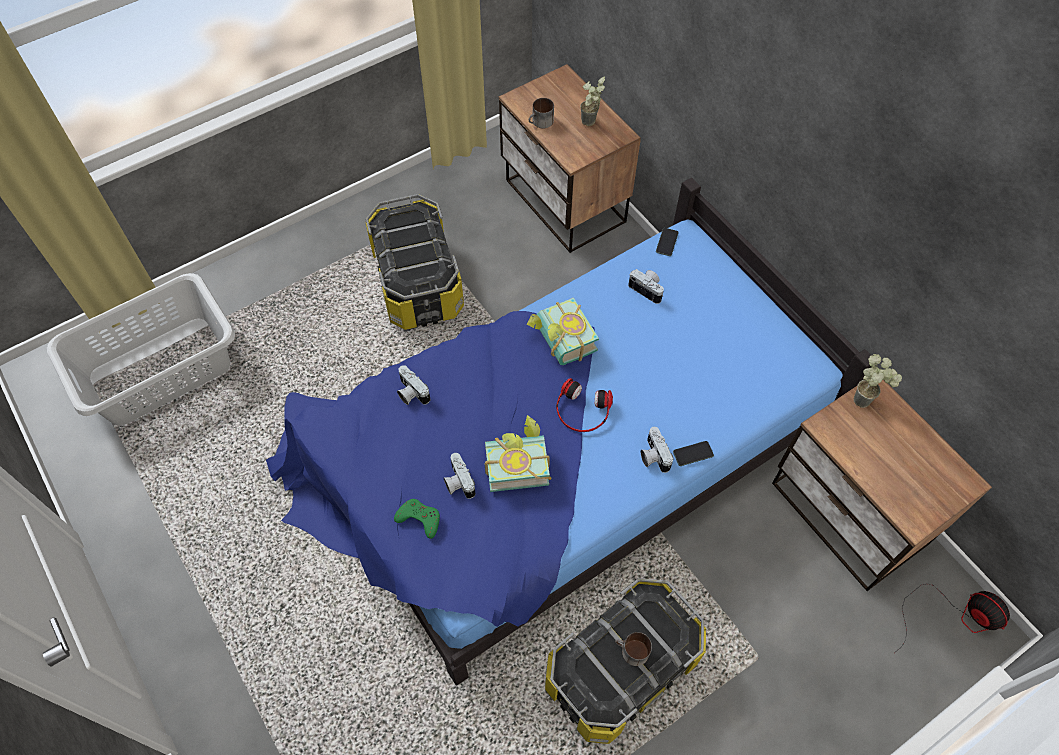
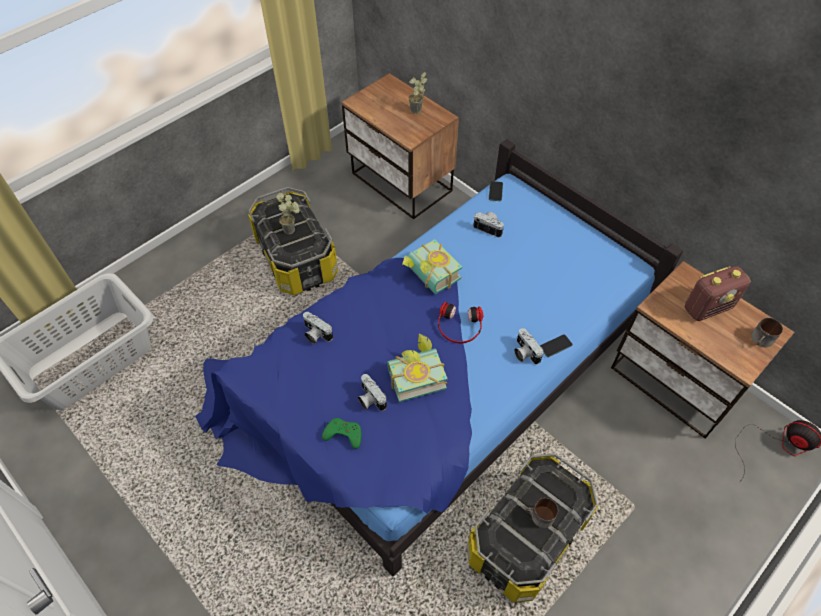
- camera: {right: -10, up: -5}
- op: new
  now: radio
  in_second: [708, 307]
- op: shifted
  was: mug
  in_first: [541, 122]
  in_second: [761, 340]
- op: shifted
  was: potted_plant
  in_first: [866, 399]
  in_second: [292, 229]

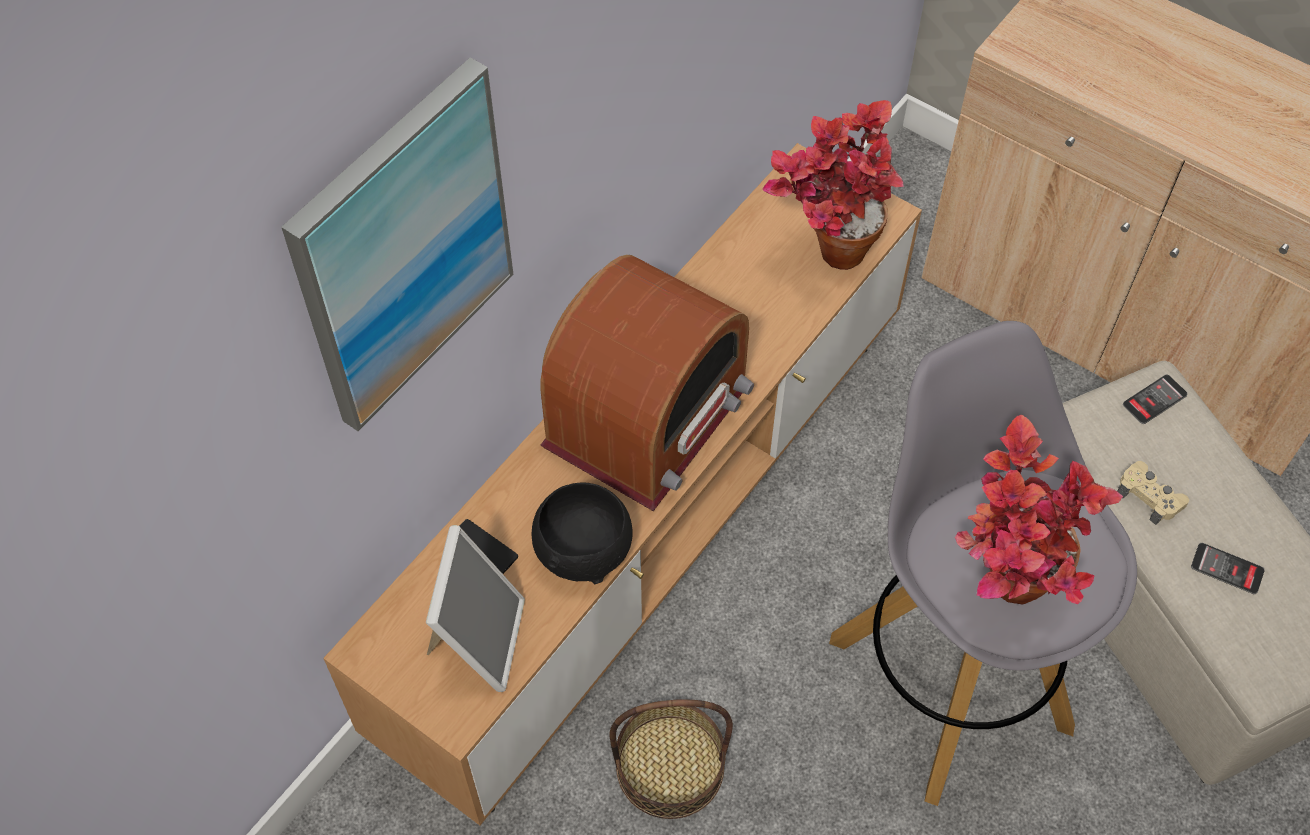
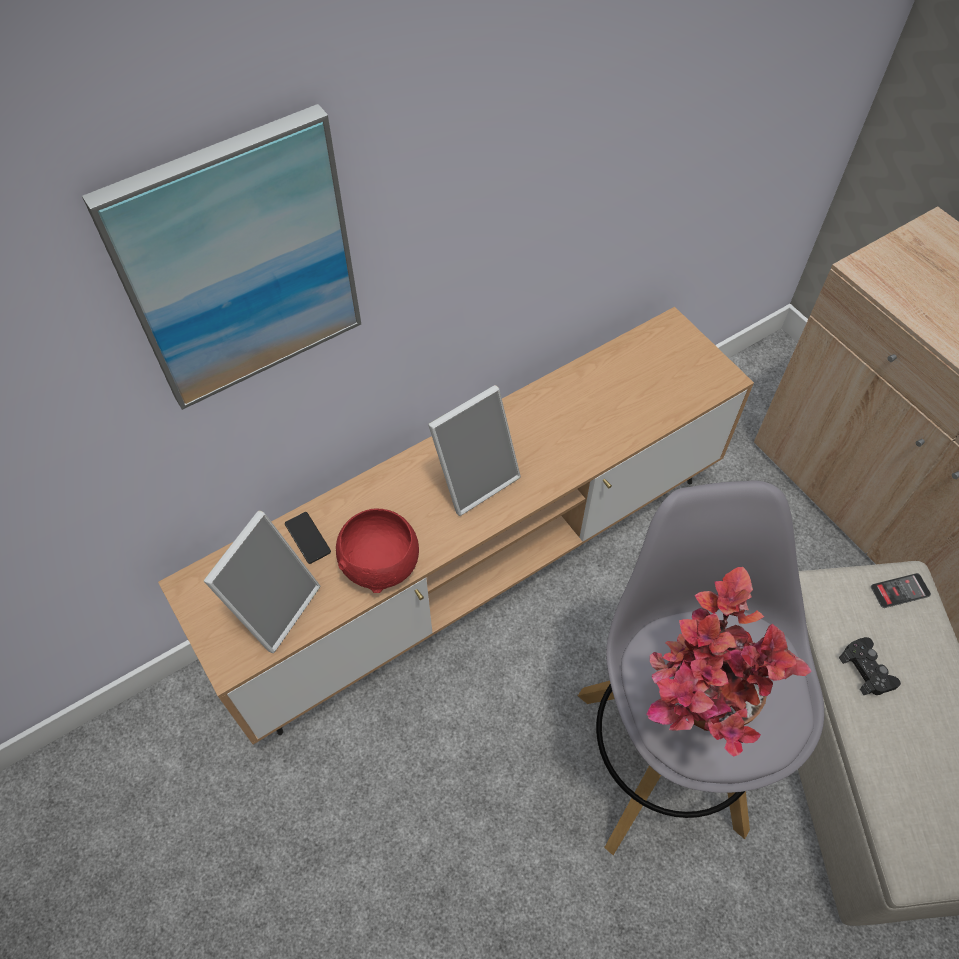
- camera: {right: 20, up: 0}
- op: gone
  was: basket
  in_first: [670, 766]
- op: gone
  was: potted_plant
  in_first: [824, 253]
- op: gone
  was: phone
  in_first: [1227, 569]
- op: swapped
  was: radio
  now: picture_frame
  in_first: [648, 417]
  in_second: [474, 477]
- op: repainted
  was: black_bowl
  now: red_bowl
  in_first: [585, 551]
  in_second: [382, 564]
- op: repainted
  was: beige_game_controller
  now: black_game_controller
  in_first: [1149, 497]
  in_second: [866, 670]

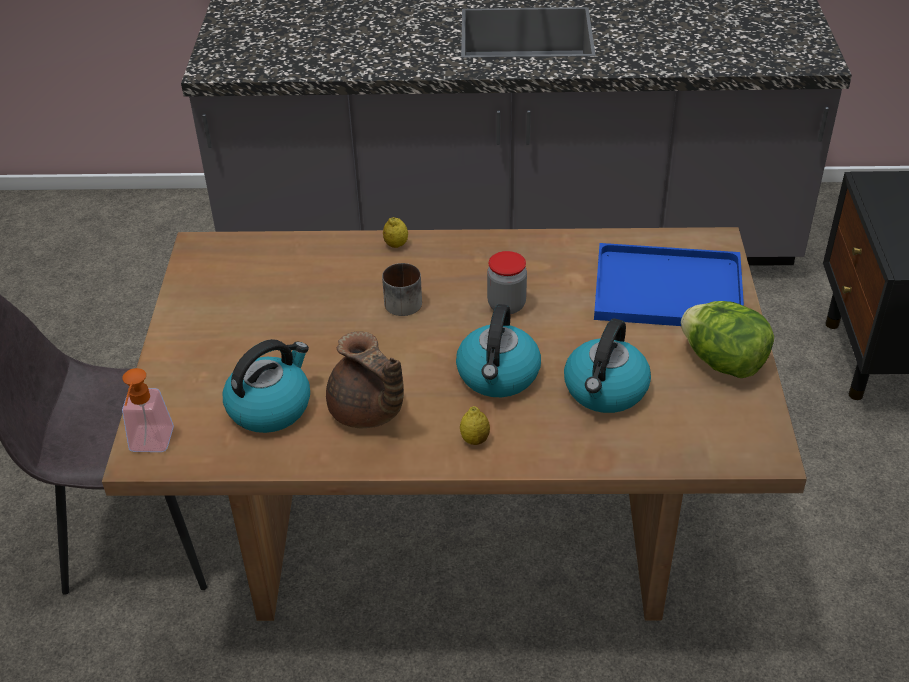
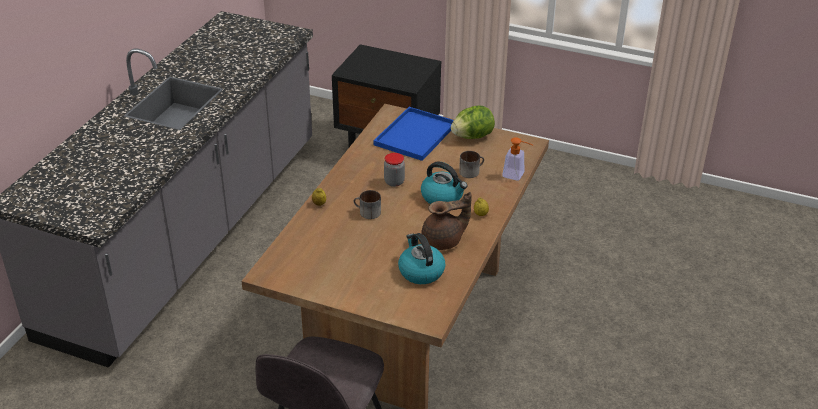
- camera: {right: -70, up: -5}
- op: shifted
  was: soap_dispenser
  in_first: [150, 446]
  in_second: [517, 175]
- op: swapped
  was: kettle
  now: mug
  in_first: [605, 390]
  in_second: [471, 171]

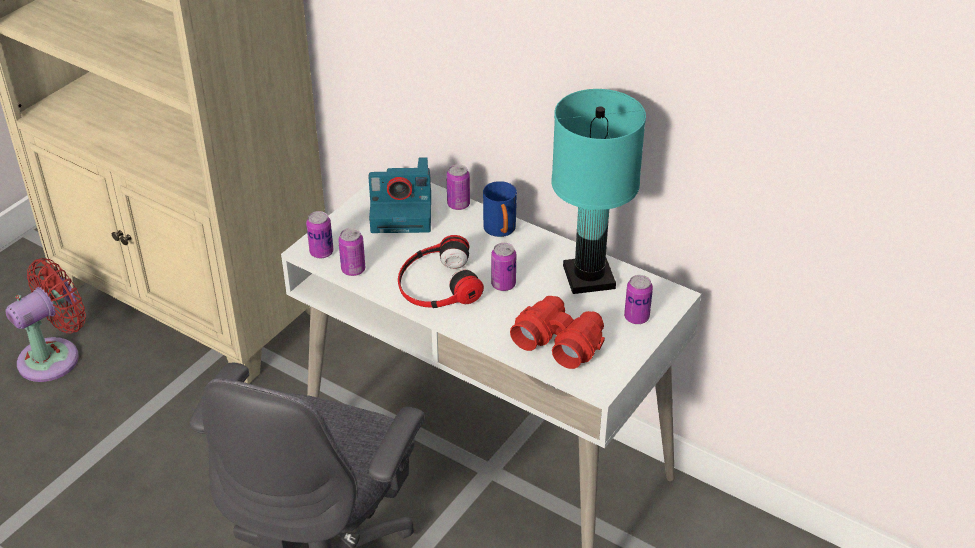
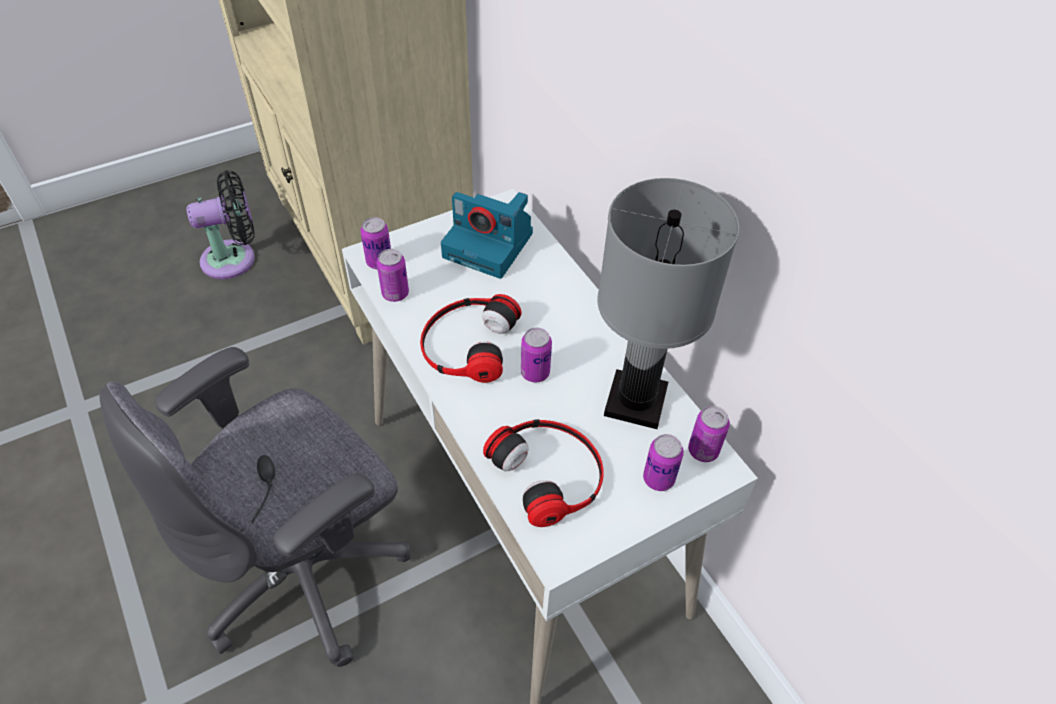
- camera: {right: 25, up: 10}
- op: gone
  was: blue_mug
  in_first: [501, 231]
- op: shifted
  was: can
  in_first: [458, 204]
  in_second: [703, 450]
- op: swapped
  was: red_binoculars
  now: headphones
  in_first: [559, 341]
  in_second: [549, 472]
- op: repainted
  was: red_fan
  now: black_fan
  in_first: [55, 357]
  in_second: [234, 259]
- op: repainted
  was: turquoise_table_lamp
  now: grey_table_lamp
  in_first: [589, 276]
  in_second: [636, 401]

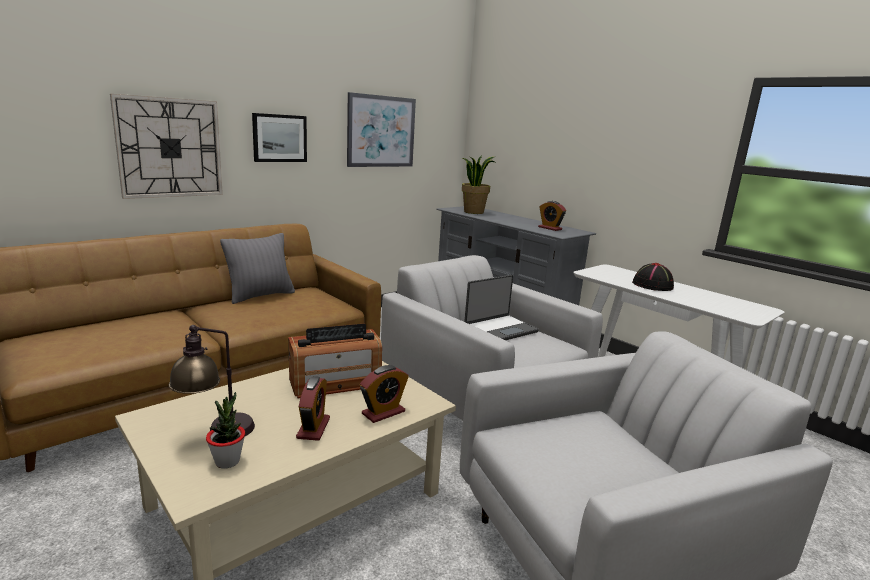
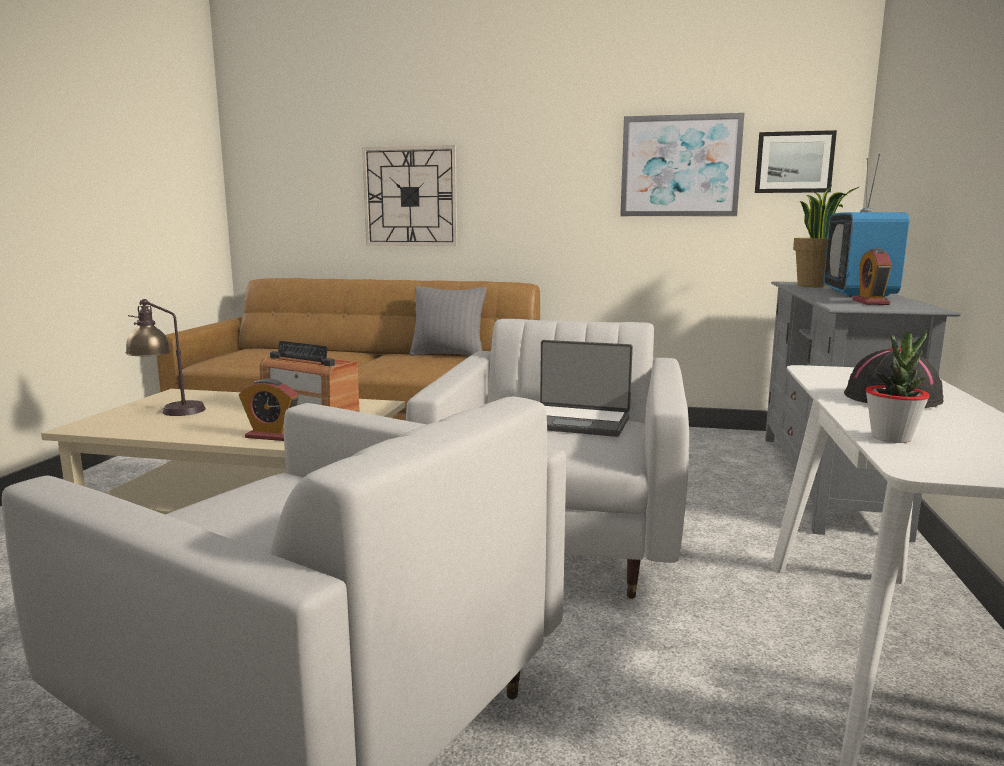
- camera: {right: 55, up: -5}
- op: gone
  was: alarm_clock
  in_first: [313, 428]
- op: new
  now: television
  in_second: [859, 294]
- op: shifted
  was: potted_plant
  in_first: [227, 461]
  in_second: [891, 438]
- op: shifted
  was: picture
  in_first: [279, 138]
  in_second: [794, 162]

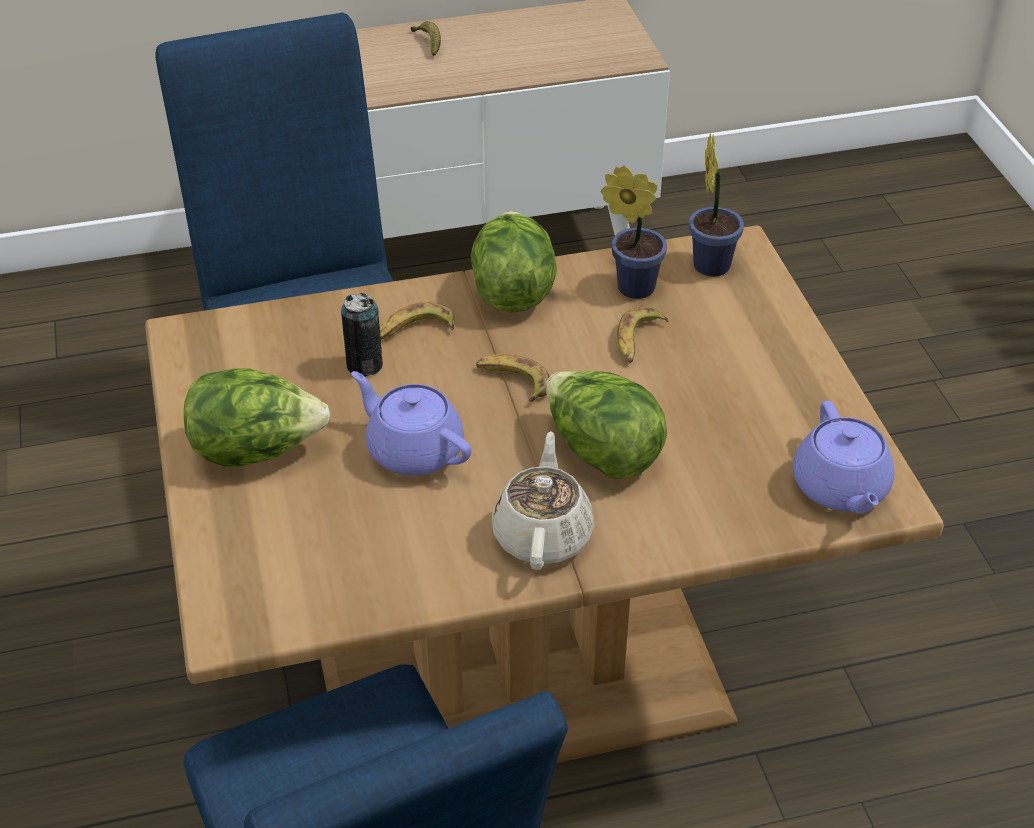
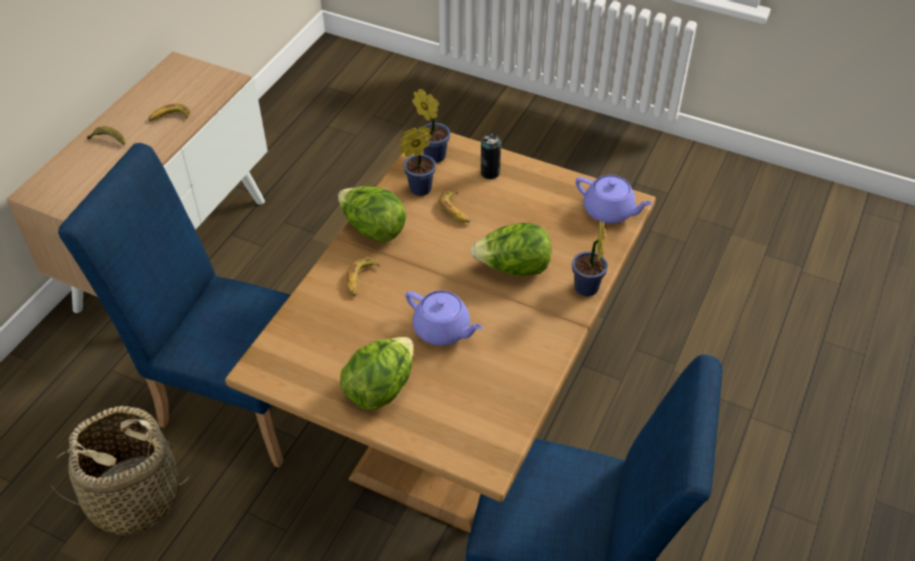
- camera: {right: -50, up: 5}
- op: gone
  was: beige_teapot
  in_first: [543, 534]
- op: new
  now: basket
  in_second: [133, 496]
- op: new
  now: potted_plant
  in_second: [586, 290]
- op: shifted
  was: can
  in_first: [364, 365]
  in_second: [490, 172]
- op: shifted
  was: banana
  in_first: [513, 381]
  in_second: [169, 117]
- op: rotated
  was: purple_teapot
  in_first: [413, 450]
  in_second: [443, 330]
  clockwise: -135

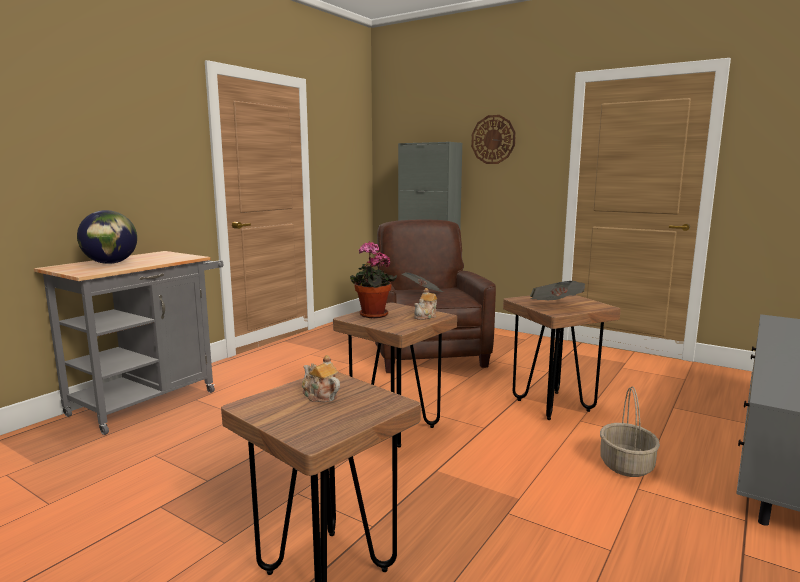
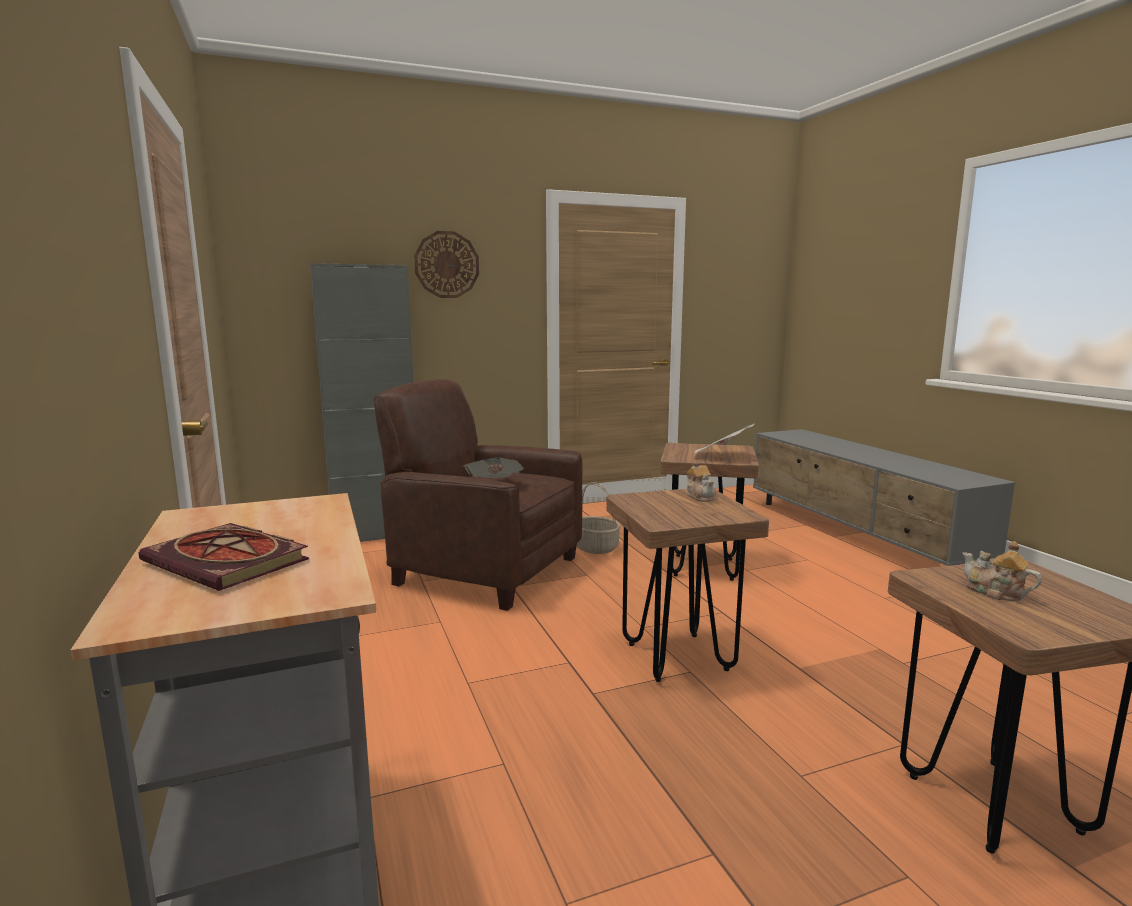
- camera: {right: -55, up: 0}
- op: gone
  was: potted_plant
  in_first: [372, 315]
- op: shifted
  was: basket
  in_first: [627, 465]
  in_second: [596, 548]
- op: swapped
  was: globe
  now: book
  in_first: [110, 263]
  in_second: [231, 561]
- op: rotated
  was: teapot
  in_first: [320, 396]
  in_second: [995, 592]
  clockwise: 60

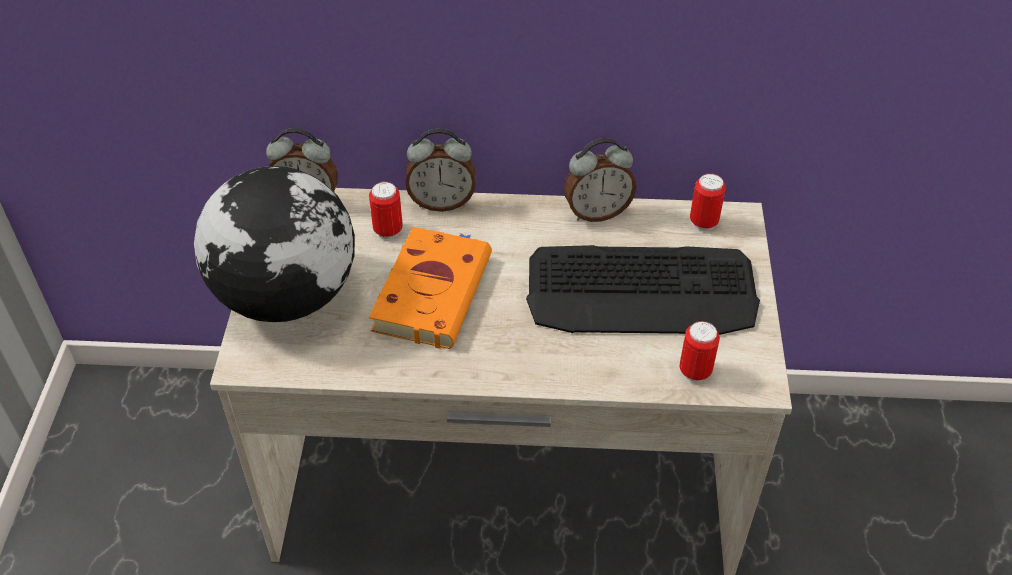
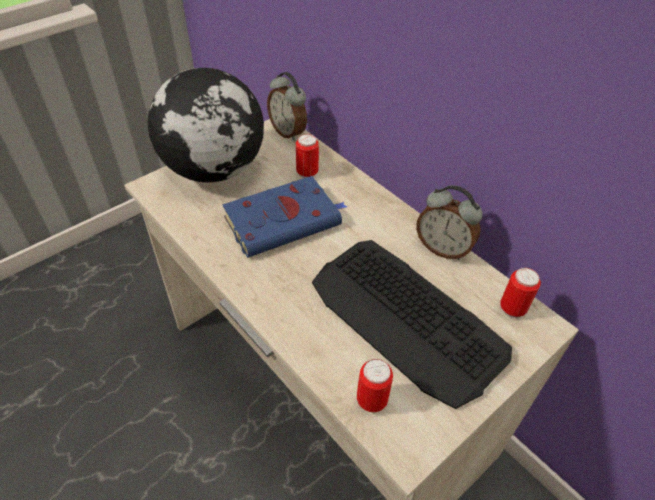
- camera: {right: 45, up: 0}
- op: gone
  was: alarm_clock
  in_first: [442, 202]
- op: repainted
  was: orange_book
  now: blue_book
  in_first: [433, 290]
  in_second: [285, 220]

